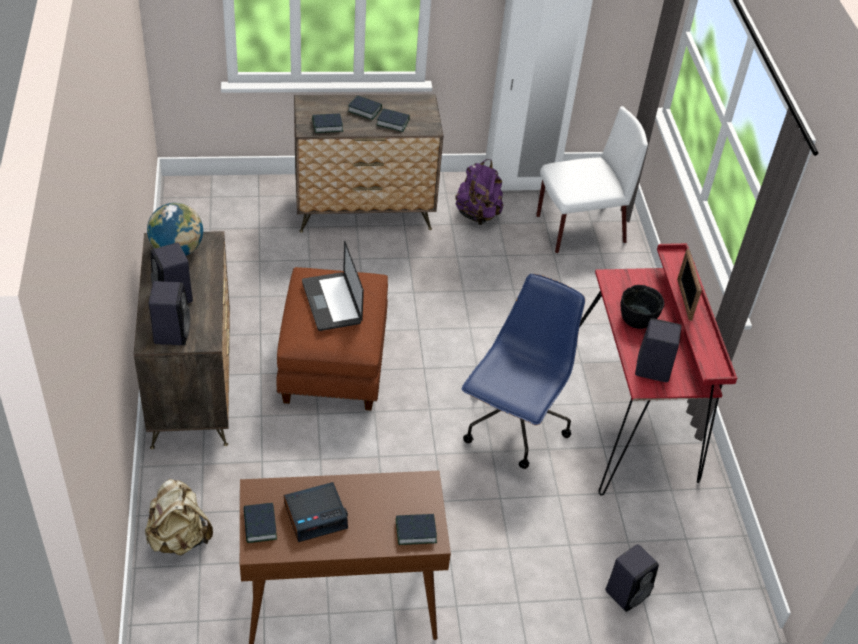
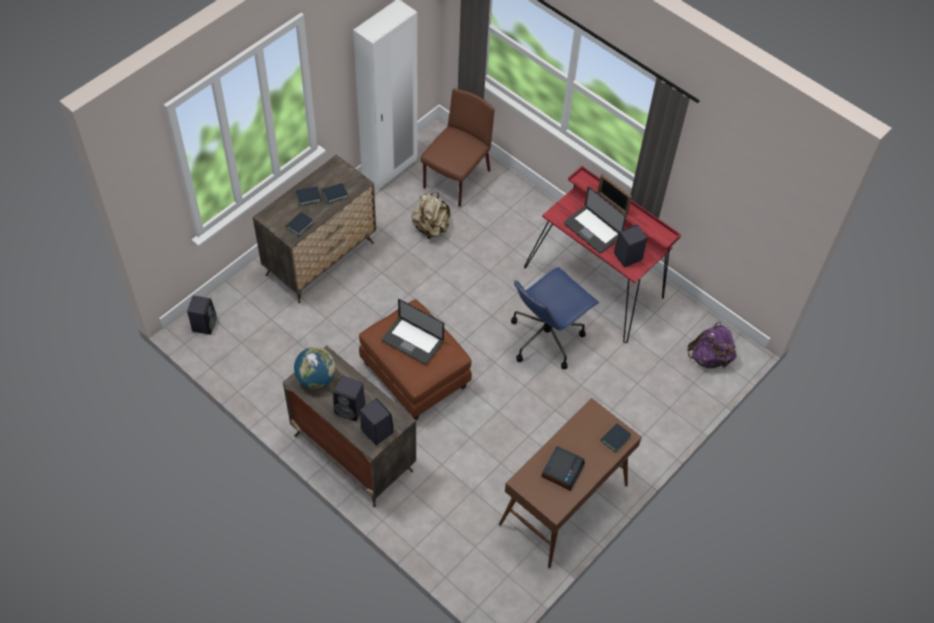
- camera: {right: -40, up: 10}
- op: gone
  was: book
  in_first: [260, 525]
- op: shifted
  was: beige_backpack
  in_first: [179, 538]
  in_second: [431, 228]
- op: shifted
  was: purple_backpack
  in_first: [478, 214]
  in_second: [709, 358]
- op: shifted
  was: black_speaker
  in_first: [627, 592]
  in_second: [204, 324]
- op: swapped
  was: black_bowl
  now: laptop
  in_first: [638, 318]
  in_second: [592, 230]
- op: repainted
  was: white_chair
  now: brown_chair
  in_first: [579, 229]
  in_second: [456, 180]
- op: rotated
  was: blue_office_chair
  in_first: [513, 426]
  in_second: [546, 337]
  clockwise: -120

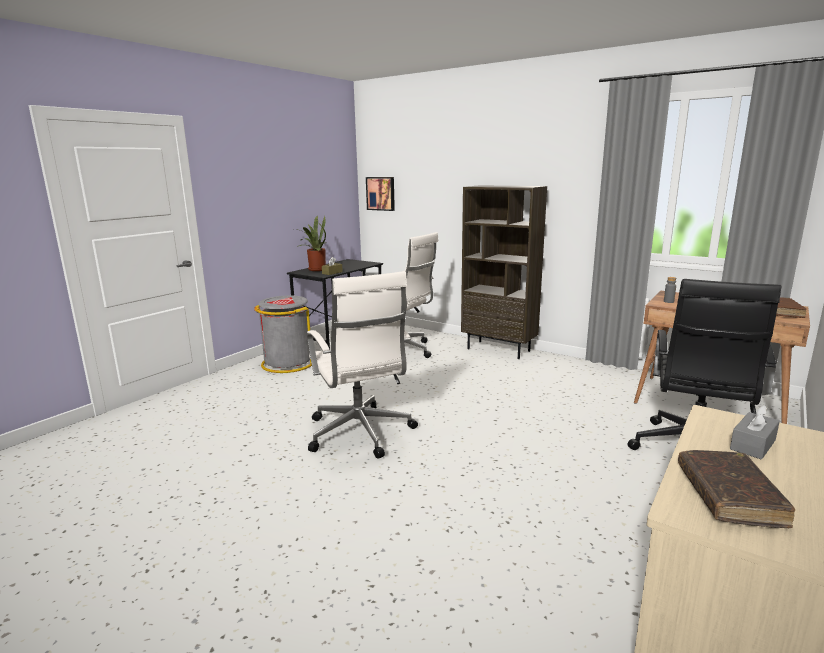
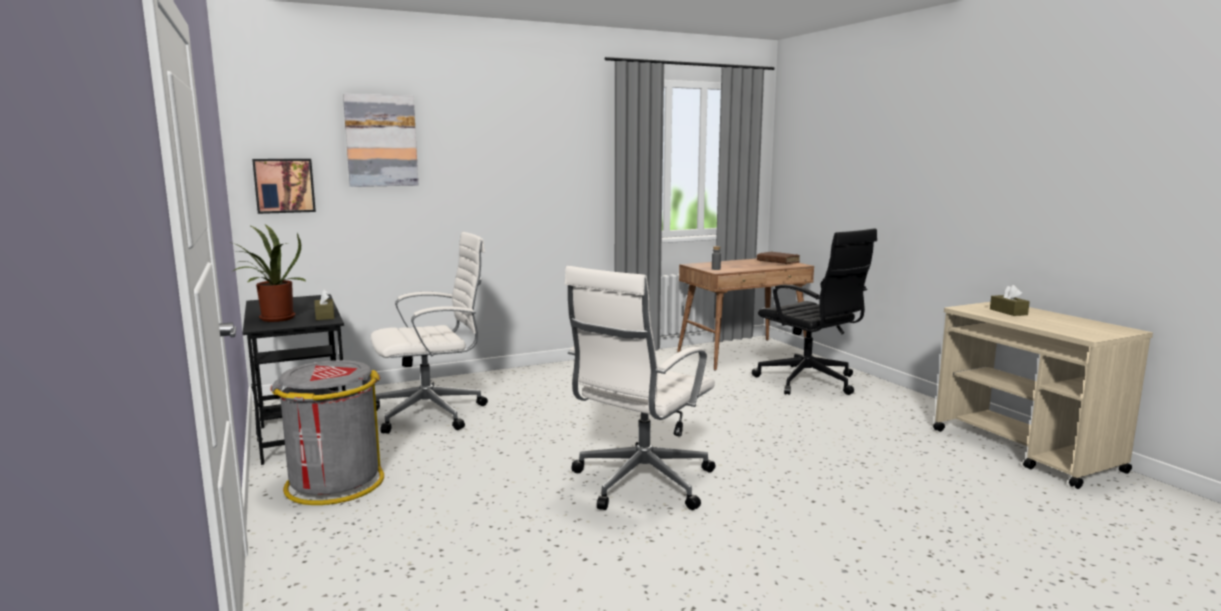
- camera: {right: -60, up: -5}
- op: gone
  was: brown_bookcase
  in_first: [499, 349]
- op: gone
  was: brown_book
  in_first: [729, 496]
- op: new
  now: picture
  in_second: [381, 141]
- op: repainted
  was: grey_tissue_box
  now: brown_tissue_box
  in_first: [752, 444]
  in_second: [1008, 312]
- op: rotated
  was: white_office_chair
  in_first: [360, 433]
  in_second: [640, 483]
  clockwise: 120

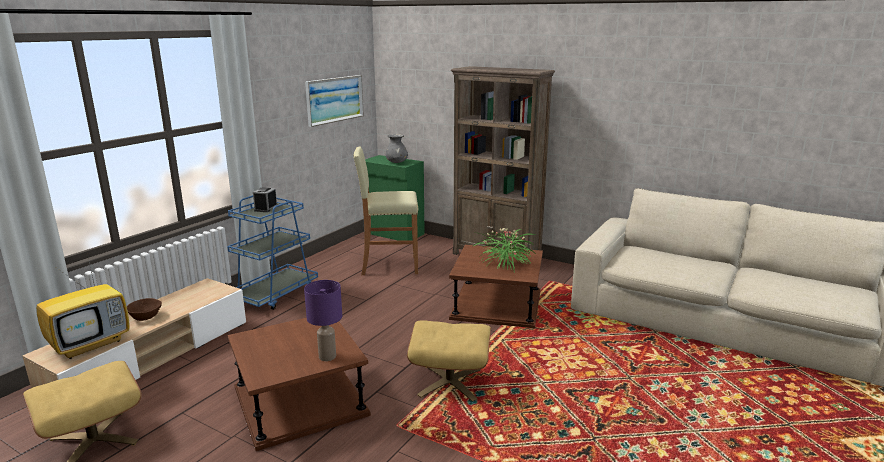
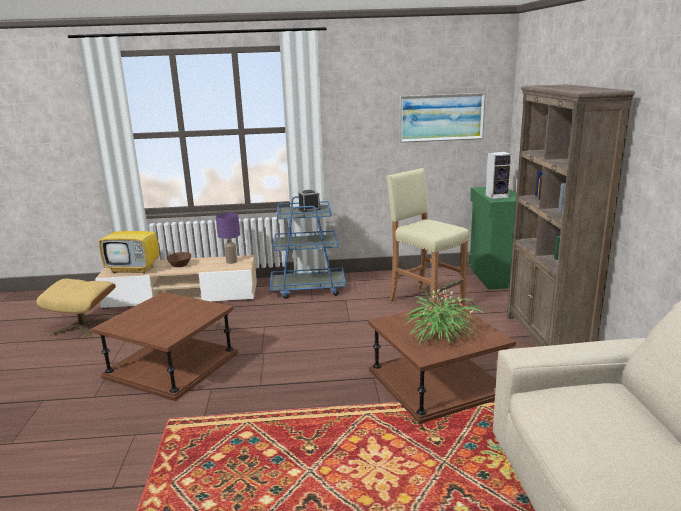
- camera: {right: 55, up: 0}
- op: gone
  was: beige_ottoman
  in_first: [450, 382]
- op: shifted
  was: purple_table_lamp
  in_first: [327, 356]
  in_second: [232, 261]
- op: swapped
  was: grey_vase
  now: speaker
  in_first: [397, 162]
  in_second: [497, 196]

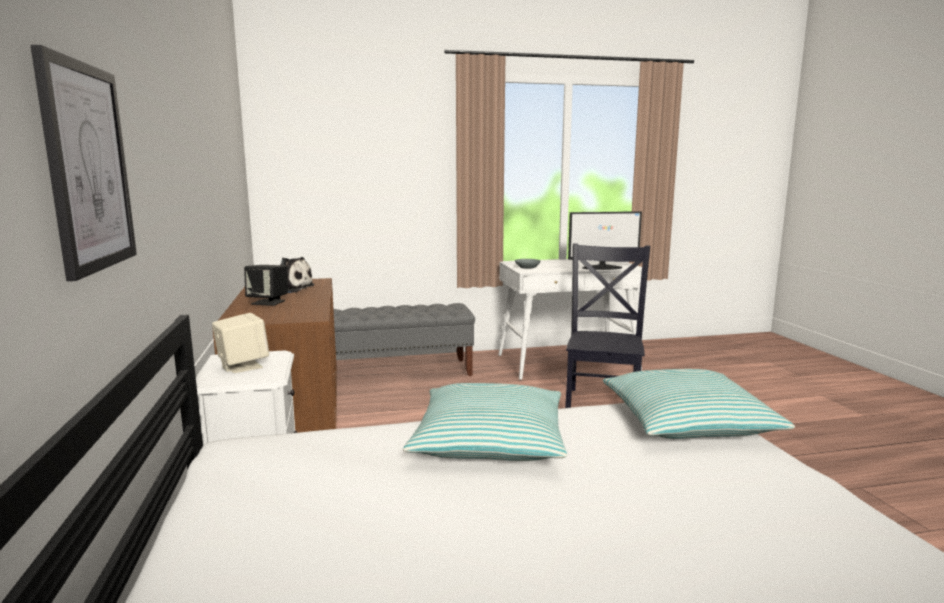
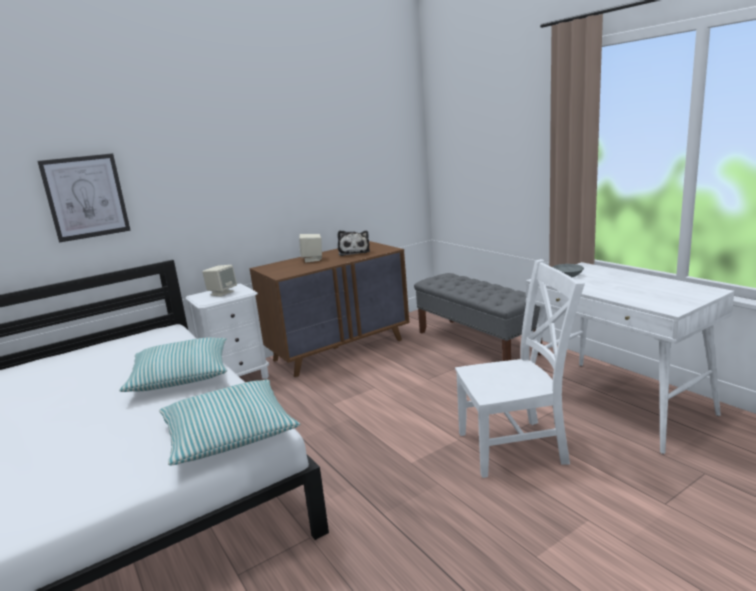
- camera: {right: 70, up: 5}
- op: gone
  was: monitor
  in_first: [602, 267]
- op: repainted
  was: black_speaker
  now: beige_speaker
  in_first: [268, 302]
  in_second: [312, 259]
- op: repainted
  was: black_chair
  now: white_chair
  in_first: [603, 402]
  in_second: [516, 447]

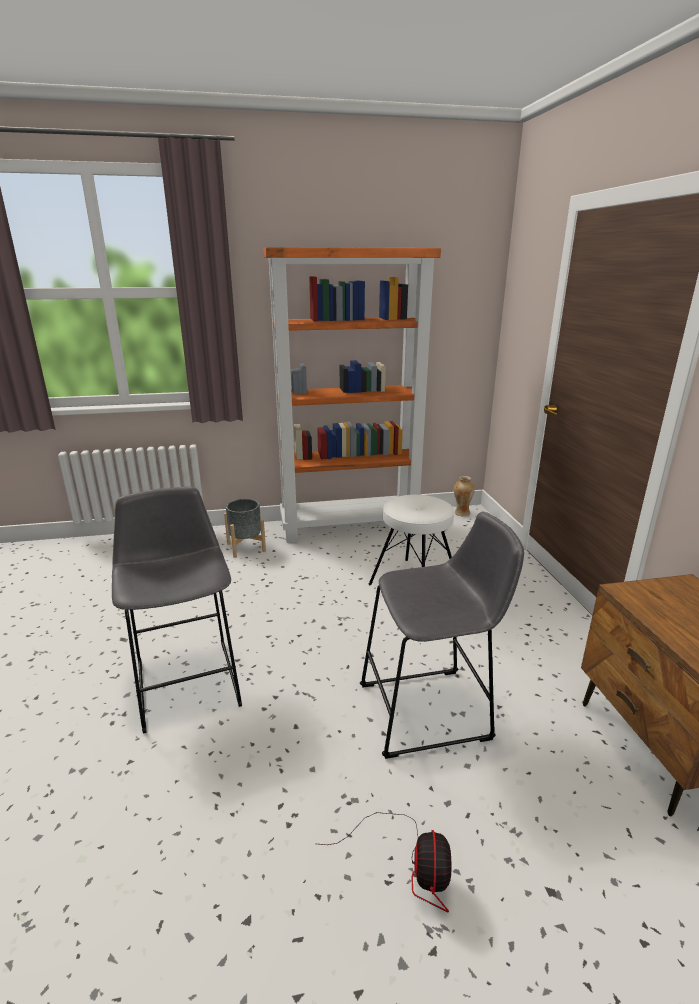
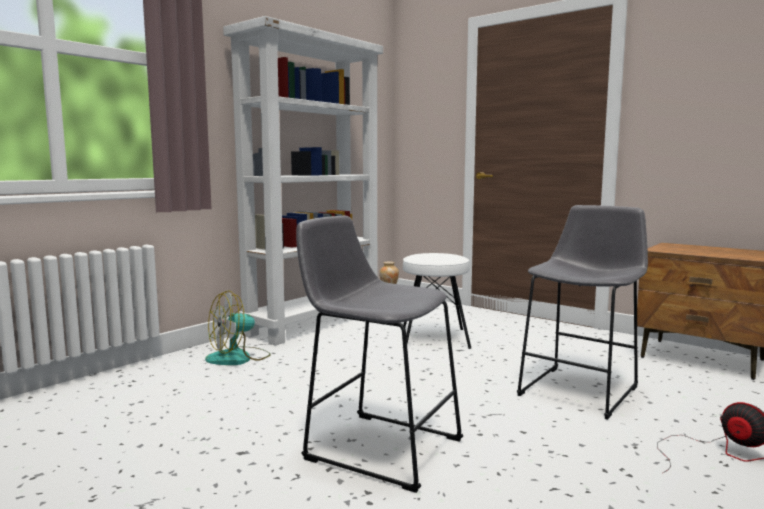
- camera: {right: -40, up: -15}
- op: swapped
  was: grey_planter
  now: fan
  in_first: [246, 547]
  in_second: [238, 358]
- op: repainted
  was: orange_bookcase
  now: white_bookcase
  in_first: [350, 526]
  in_second: [314, 323]

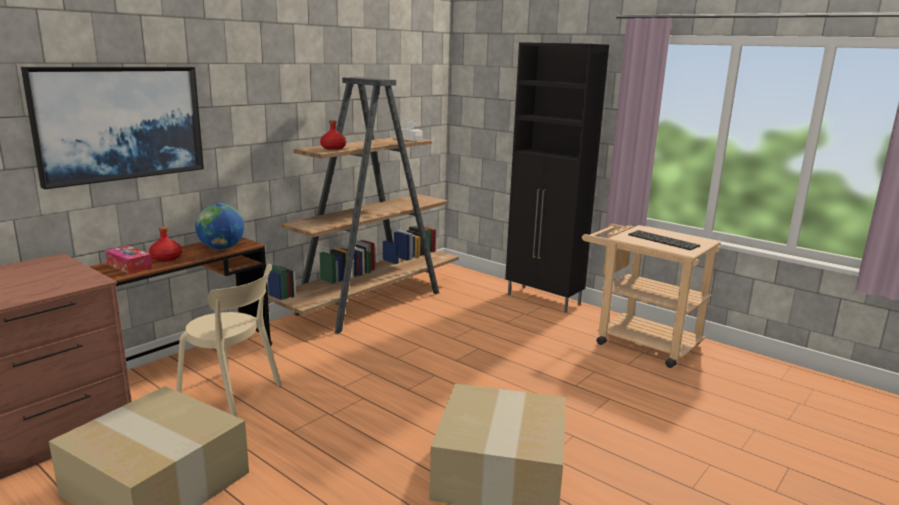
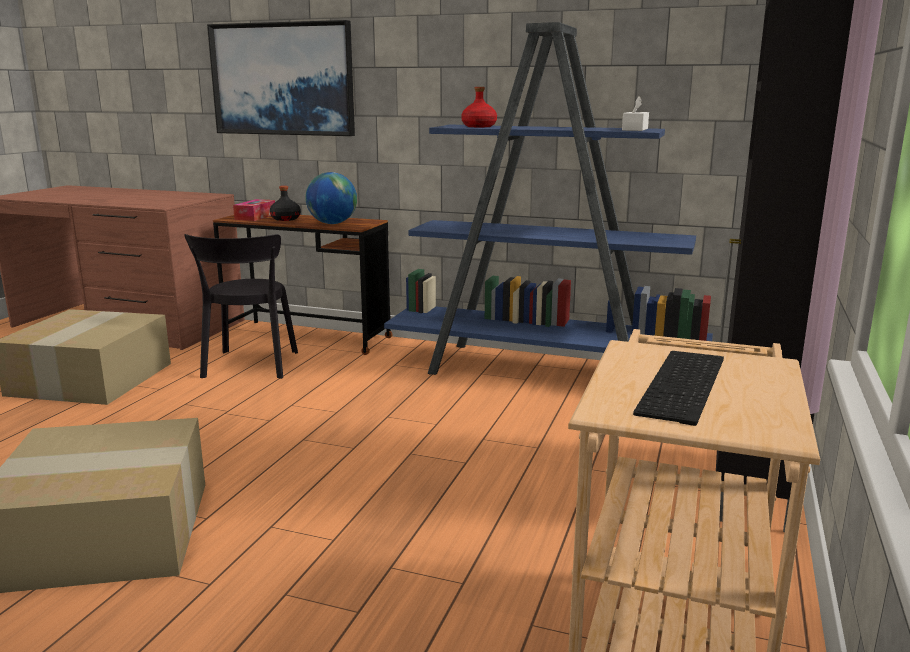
- camera: {right: 70, up: 0}
- op: repainted
  was: red_bottle
  now: black_bottle
  in_first: [166, 258]
  in_second: [286, 219]
- op: repainted
  was: beige_chair
  now: black_chair
  in_first: [234, 395]
  in_second: [249, 366]
- op: repainted
  was: brown_bookcase
  now: blue_bookcase
  in_first: [372, 302]
  in_second: [544, 371]

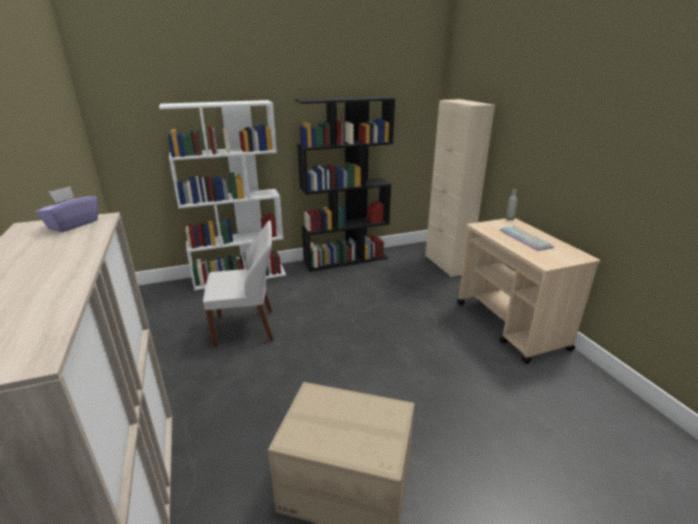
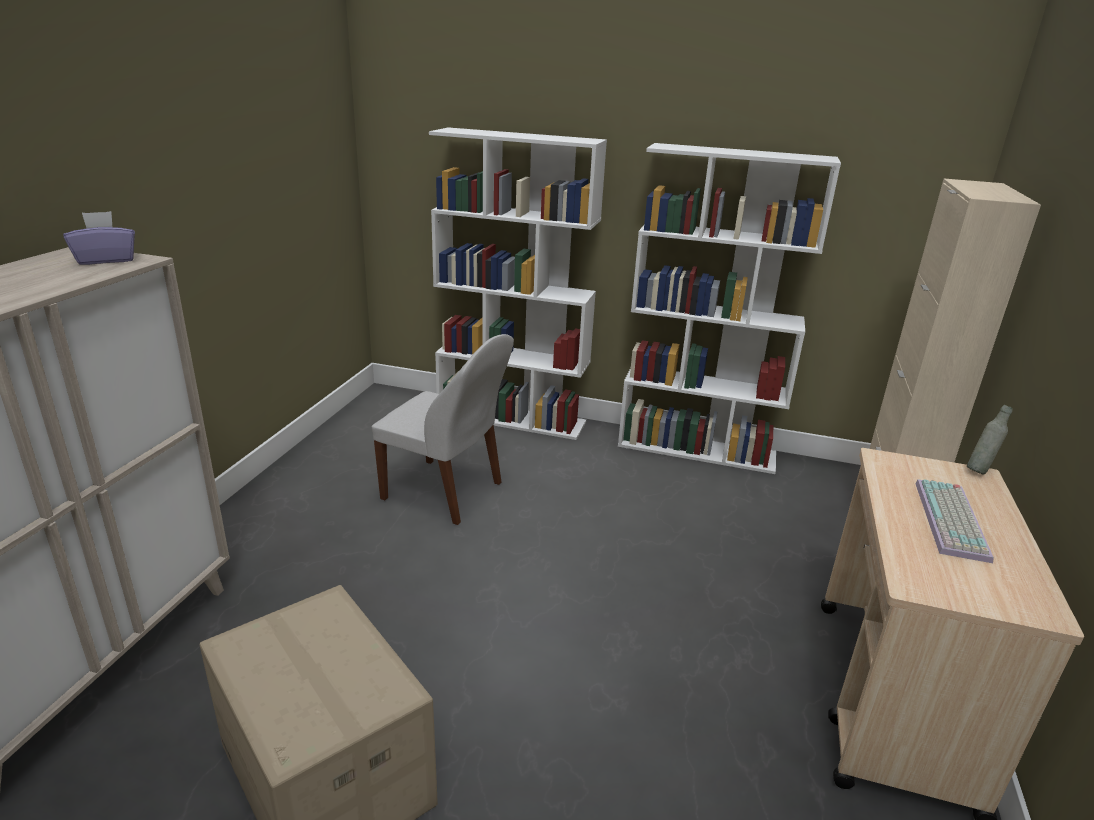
- camera: {right: 35, up: 0}
- op: repainted
  was: black_bookcase
  now: white_bookcase
  in_first: [346, 259]
  in_second: [697, 449]

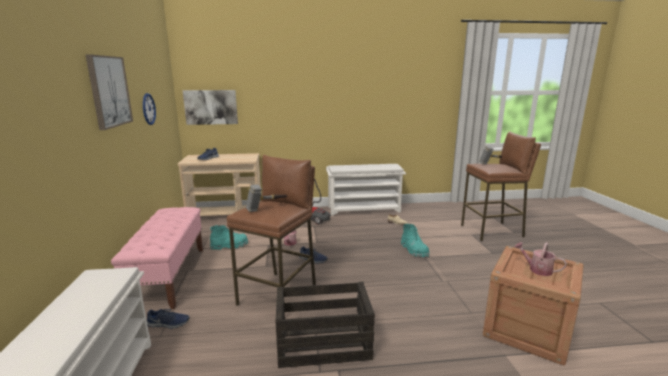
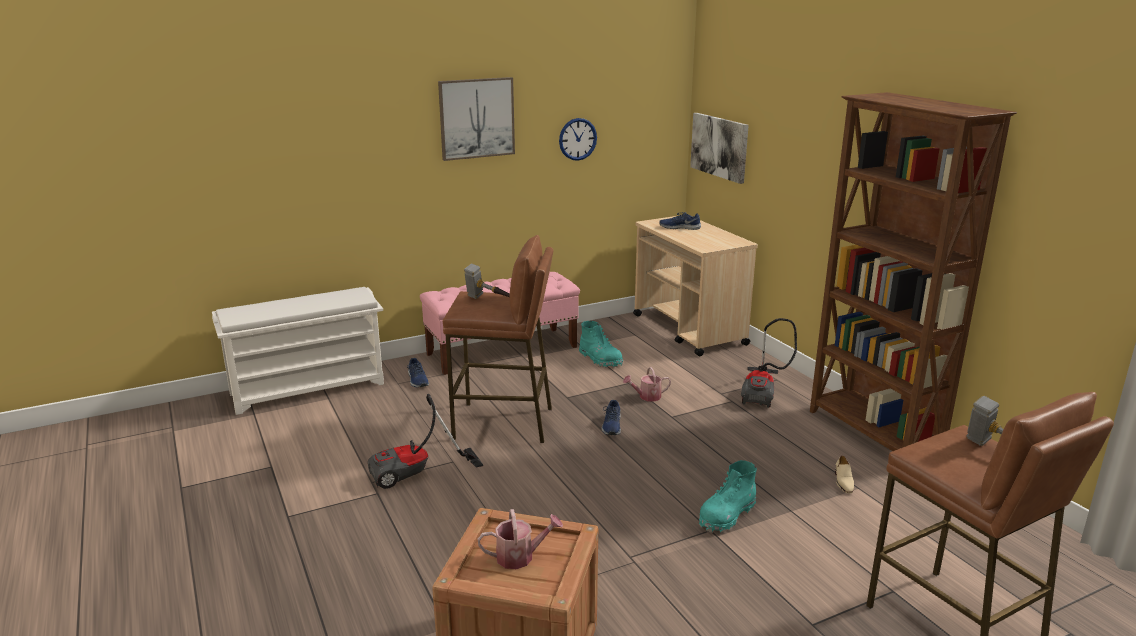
- camera: {right: 70, up: 5}
- op: swapped
  was: crate
  now: vacuum_cleaner
  in_first: [322, 344]
  in_second: [417, 474]
- op: swapped
  was: white_shoe_rack
  now: brown_bookcase
  in_first: [364, 209]
  in_second: [873, 434]
- op: rotated
  was: watering_can
  in_first: [537, 269]
  in_second: [520, 556]
  clockwise: 60

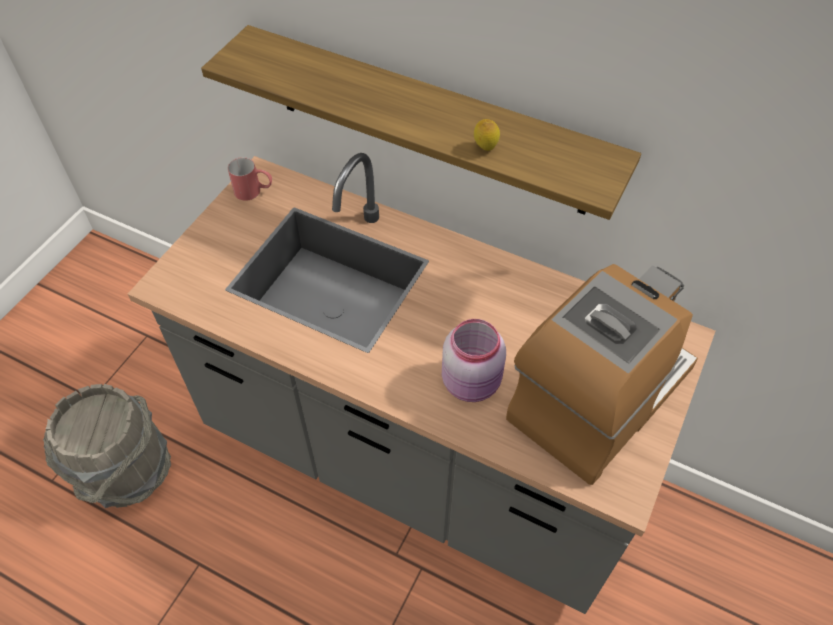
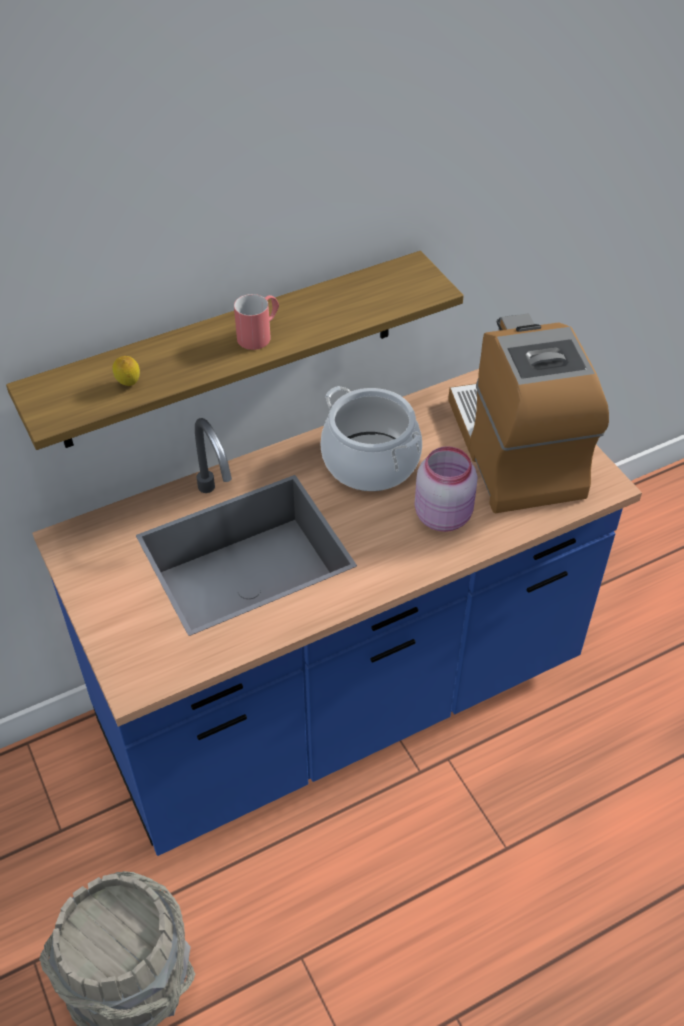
- camera: {right: -55, up: -5}
- op: new
  now: cooking_pot
  in_second: [371, 461]
- op: shifted
  was: red_mug
  in_first: [254, 191]
  in_second: [260, 334]
- op: shifted
  was: lemon
  in_first: [485, 148]
  in_second: [129, 384]
- op: repainted
  was: grey_counter
  now: blue_counter
  in_first: [416, 461]
  in_second: [342, 701]

